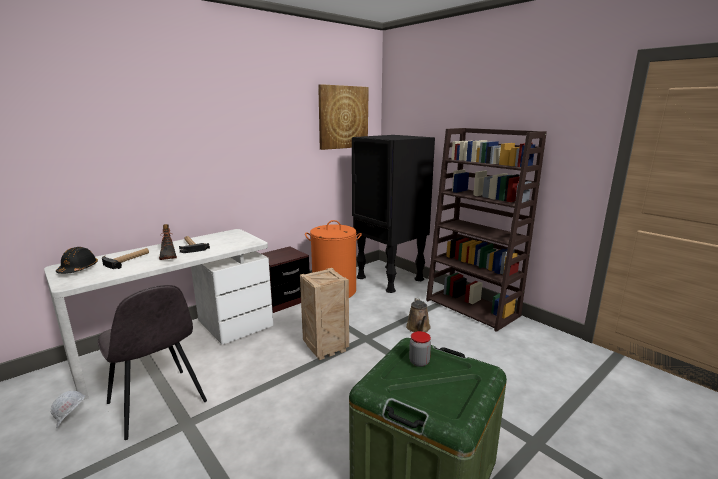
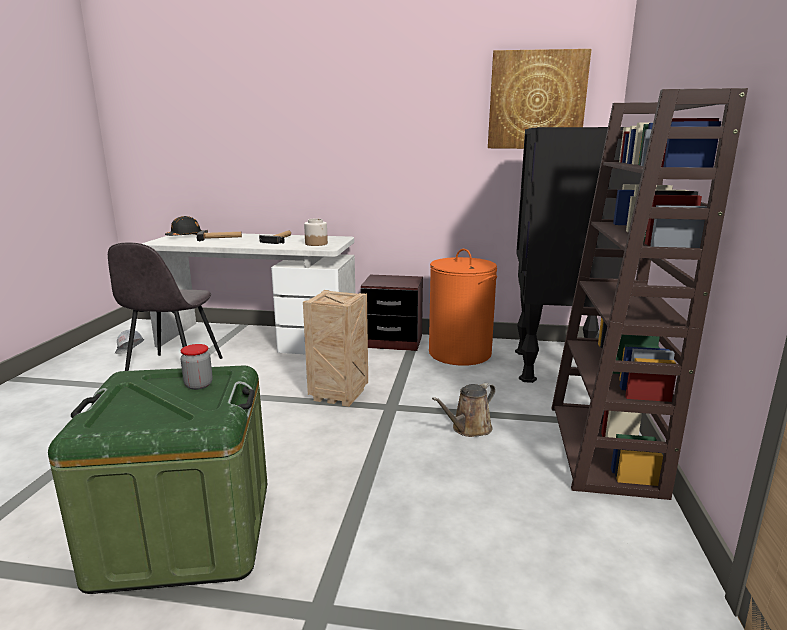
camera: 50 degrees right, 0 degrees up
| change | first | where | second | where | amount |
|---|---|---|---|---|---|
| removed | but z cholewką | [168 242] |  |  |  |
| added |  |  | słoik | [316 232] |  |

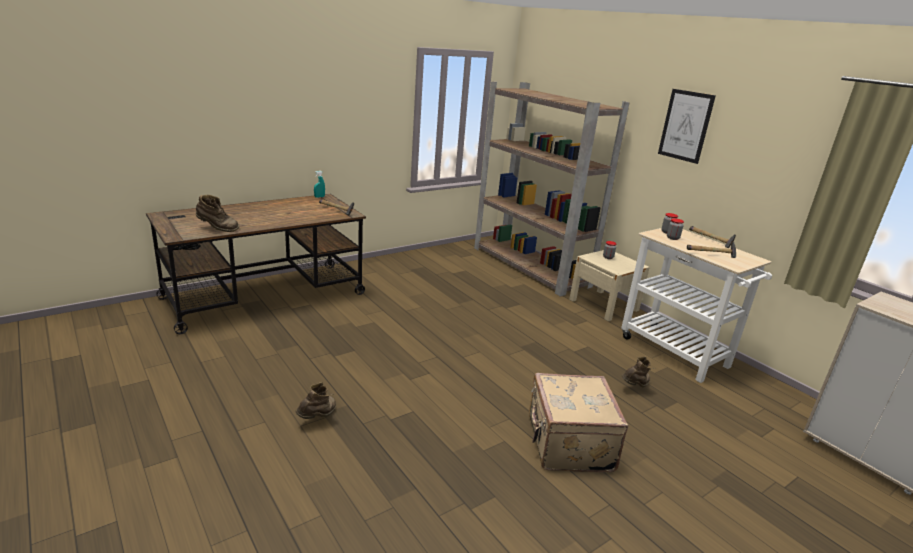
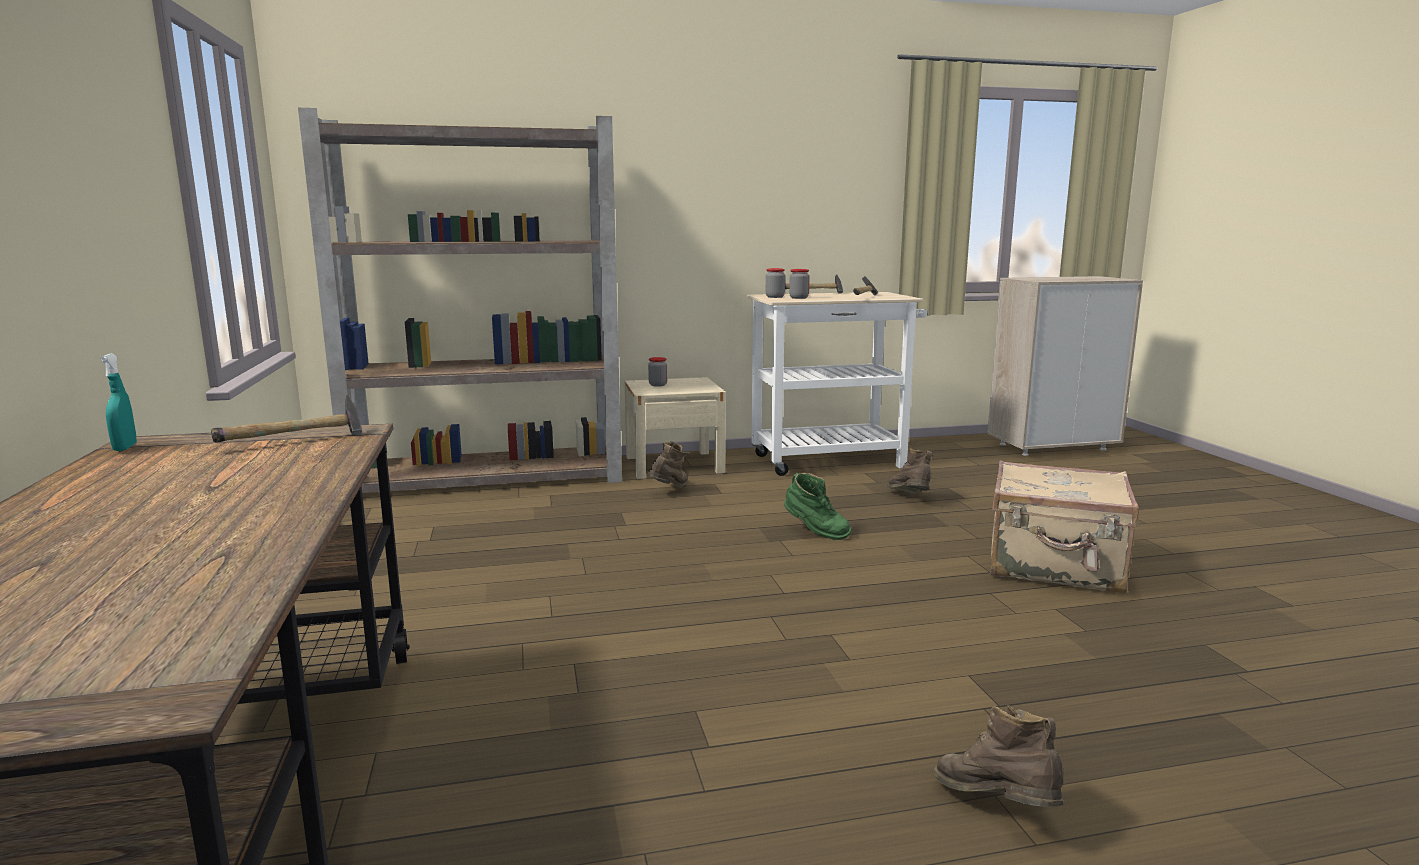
camera: 65 degrees left, 10 degrees down
| change | first | where | second | where | amount |
|---|---|---|---|---|---|
| moved | but z cholewką (brązowy) | [217 213] |  | [668 464] |  |
| removed | obraz | [687 126] |  |  |  |
| added |  |  | but z cholewką (zielony) | [817 506] |  |

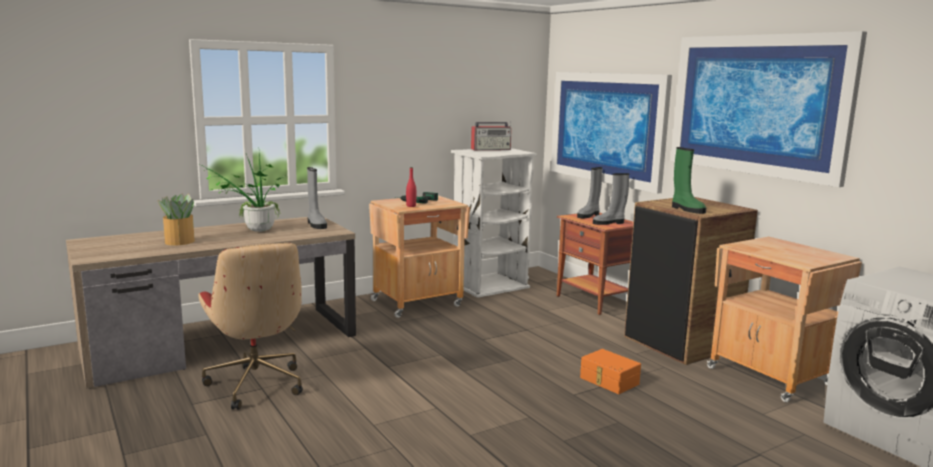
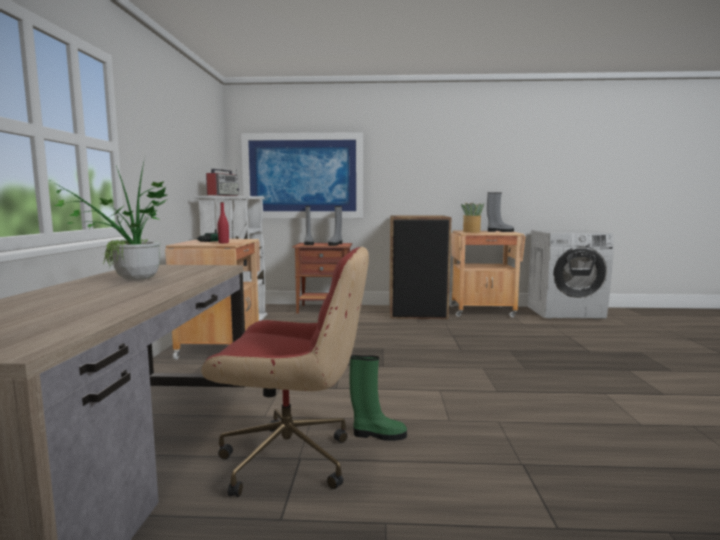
camera: 55 degrees left, 5 degrees down
| change | first | where | second | where | amount |
|---|---|---|---|---|---|
| moved | roślina doniczkowa | [176 219] |  | [472 218] |  |
| moved | but z cholewką (szary) | [317 198] |  | [500 212] |  |
| removed | pojemnik do przechowywania (pomarańczowy) | [610 371] |  |  |  |
| removed | obraz | [769 109] |  |  |  |
| moved | but z cholewką (zielony) | [689 180] |  | [378 398] |  |

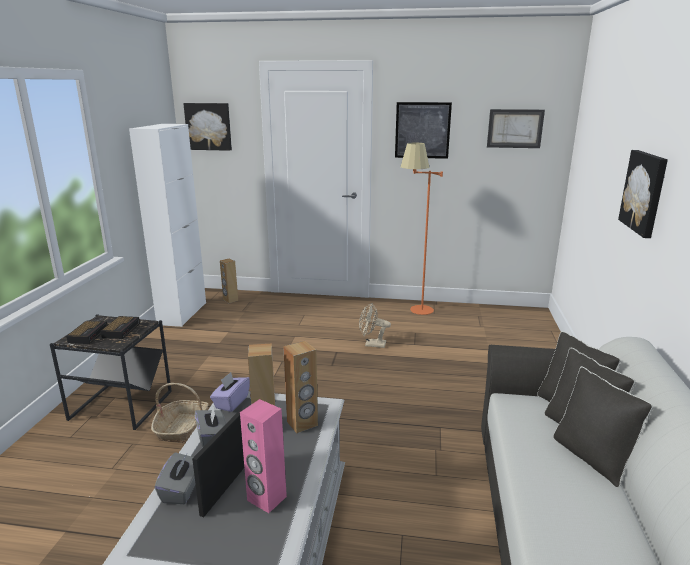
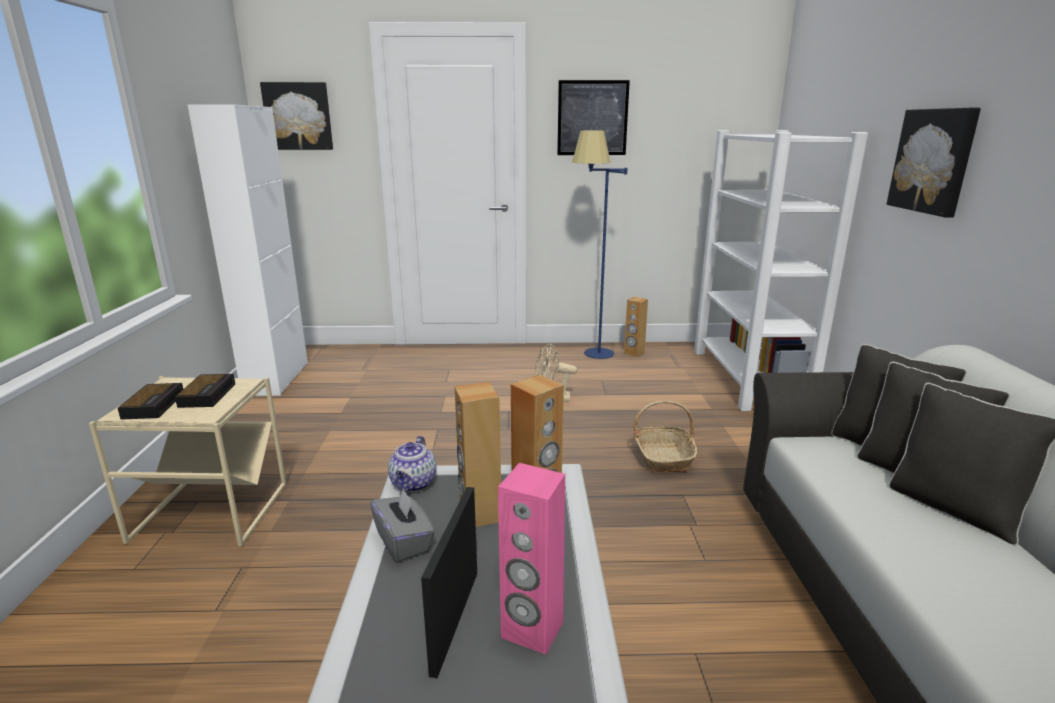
camera: 10 degrees left, 0 degrees up
| change | first | where | second | where | amount |
|---|---|---|---|---|---|
| recoloured | stolik (czarny) | [111 372] | stolik (beżowy) | [187 461] |  |
| moved | koszyk | [180 413] |  | [665 437] |  |
| removed | pudełko chusteczek (szary) | [175 478] |  |  |  |
| replaced | pudełko chusteczek (fioletowy) | [230 392] | imbryk | [412 464] |  |
| moved | głośnik (brązowy) | [229 280] |  | [636 327] |  |
| recoloured | lampa stojąca (pomarańczowy) | [421 229] | lampa stojąca (niebieski) | [599 244] |  |
| removed | obraz | [516 128] |  |  |  |
| added |  |  | regał (biały) | [781 270] |  |

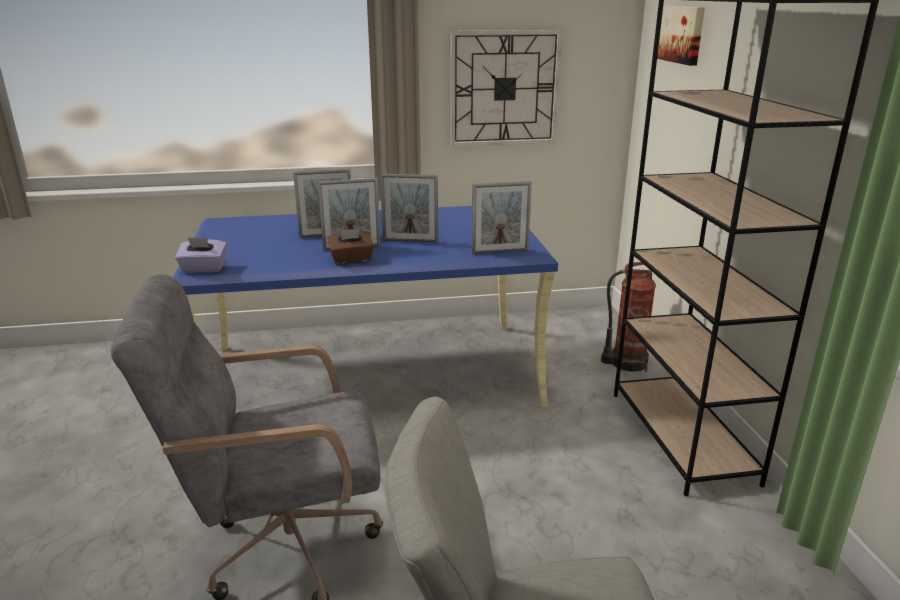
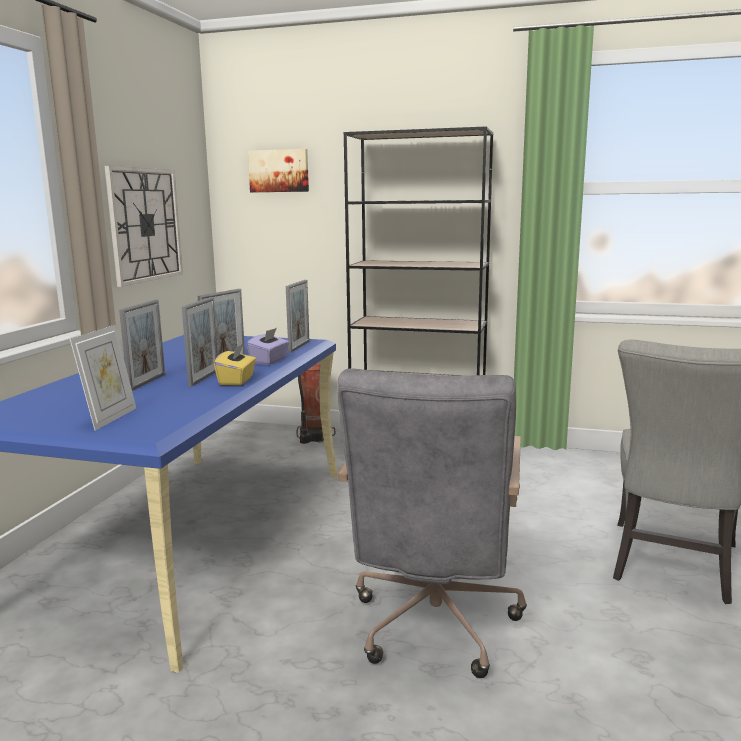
camera: 65 degrees left, 10 degrees down
| change | first | where | second | where | amount |
|---|---|---|---|---|---|
| moved | pudełko chusteczek (fioletowy) | [201 255] |  | [267 346] |  |
| recoloured | pudełko chusteczek (brązowy) | [350 246] | pudełko chusteczek (żółty) | [235 365] |  |
| added |  |  | ramka na zdjęcie | [103 378] |  |

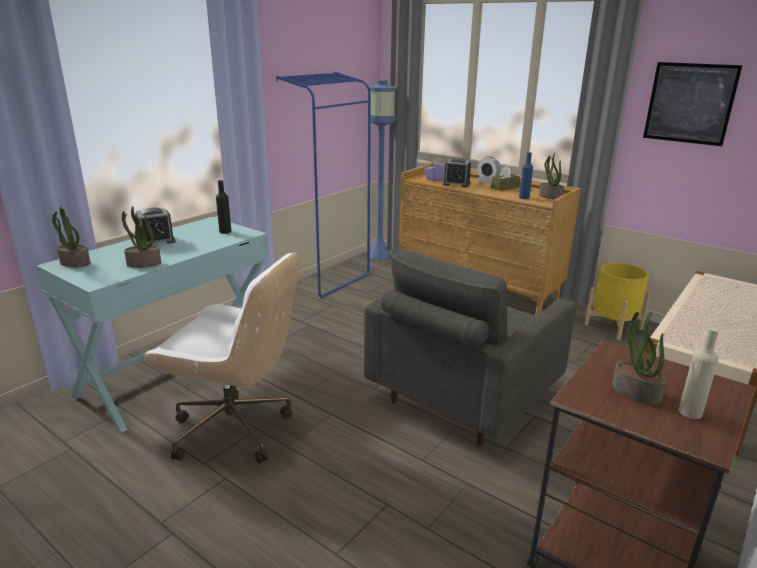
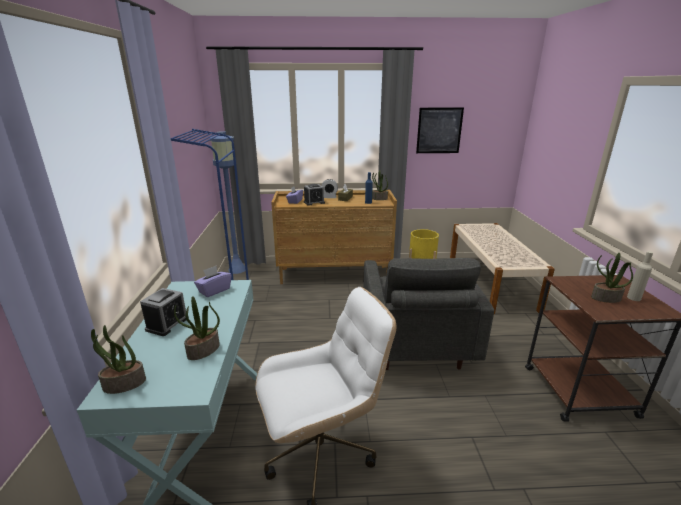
camera: 40 degrees left, 0 degrees up
| change | first | where | second | where | amount |
|---|---|---|---|---|---|
| replaced | butelka (czarny) | [224 207] | pudełko chusteczek (fioletowy) | [213 281] |  |

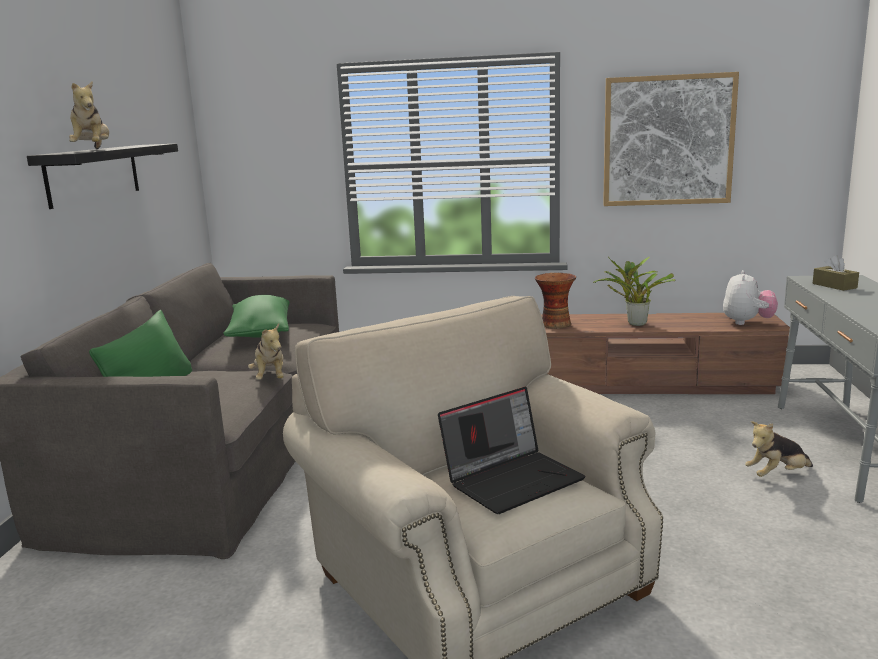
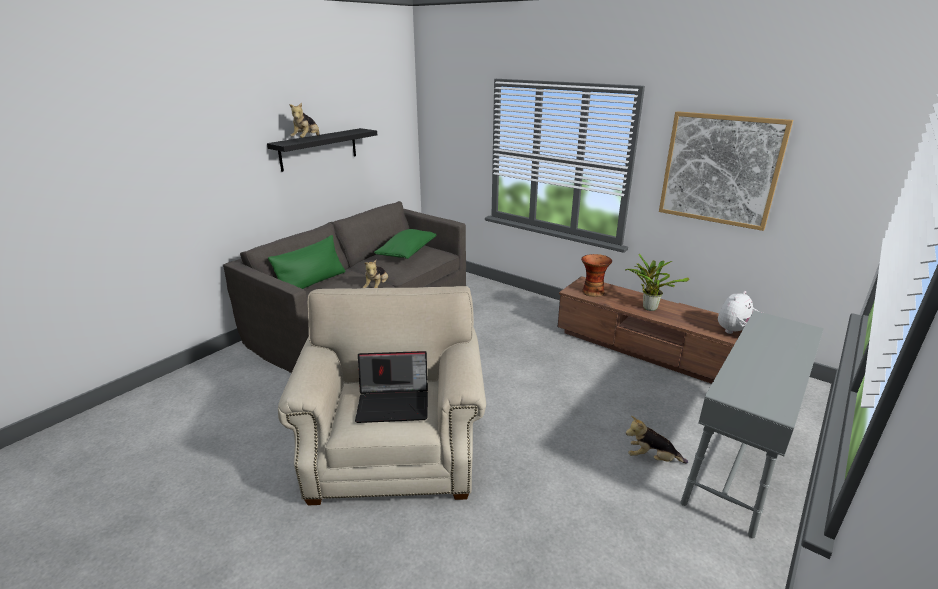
camera: 30 degrees right, 10 degrees up
| change | first | where | second | where | amount |
|---|---|---|---|---|---|
| removed | pudełko chusteczek (brązowy) | [836 273] |  |  |  |

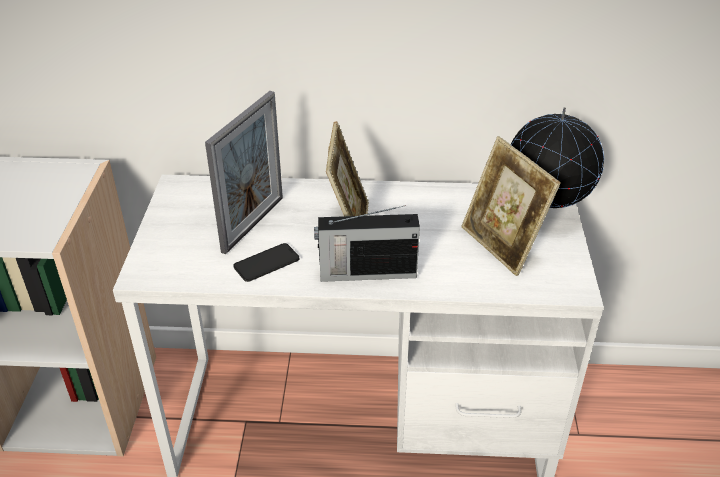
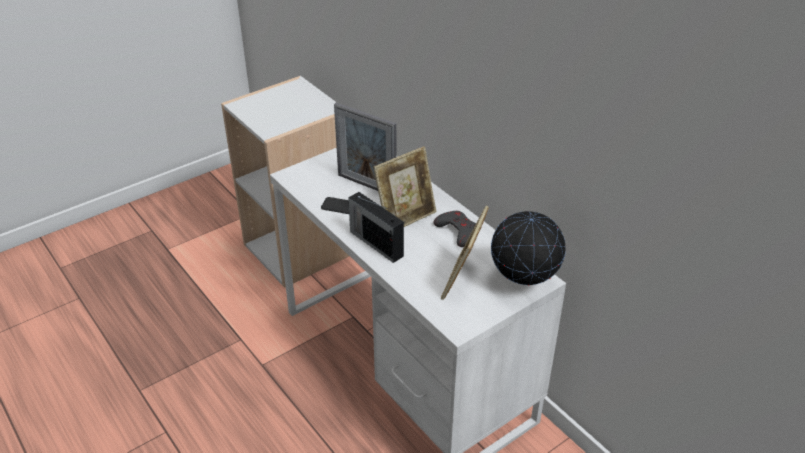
camera: 50 degrees right, 0 degrees up
| change | first | where | second | where | amount |
|---|---|---|---|---|---|
| turned | ramka na zdjęcie | [244 172] |  | [365 147] | 45 degrees clockwise |
| added |  |  | pad do gier (szary) | [454 229] |  |

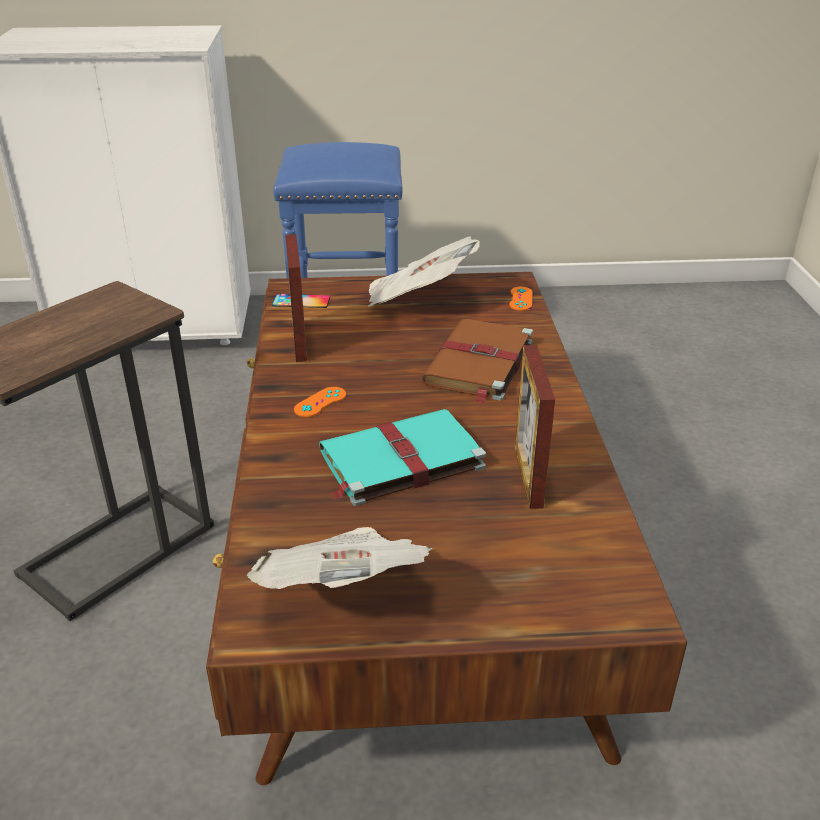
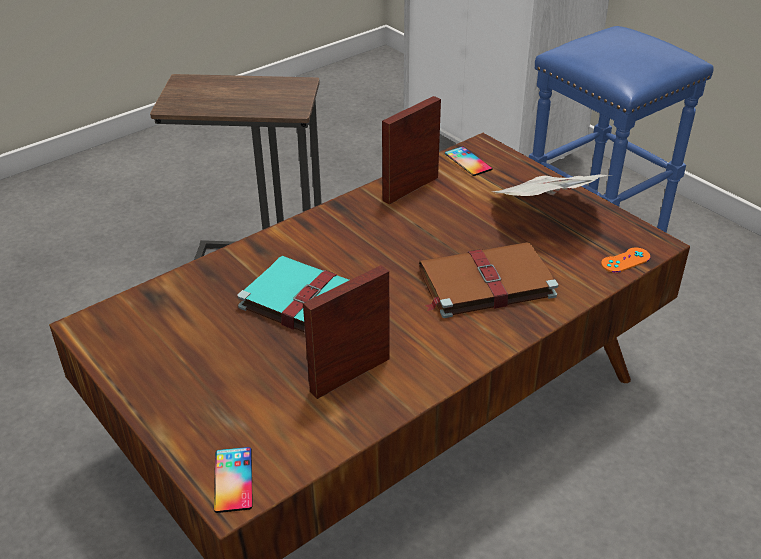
camera: 55 degrees right, 5 degrees up
| change | first | where | second | where | amount |
|---|---|---|---|---|---|
| removed | gazeta | [340 558] |  |  |  |
| removed | pad do gier (pomarańczowy) | [320 402] |  |  |  |
| added |  |  | telefon | [233 480] |  |

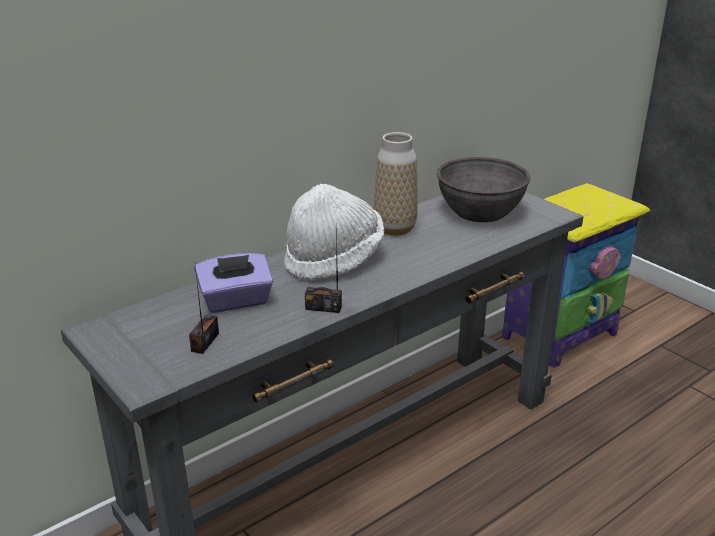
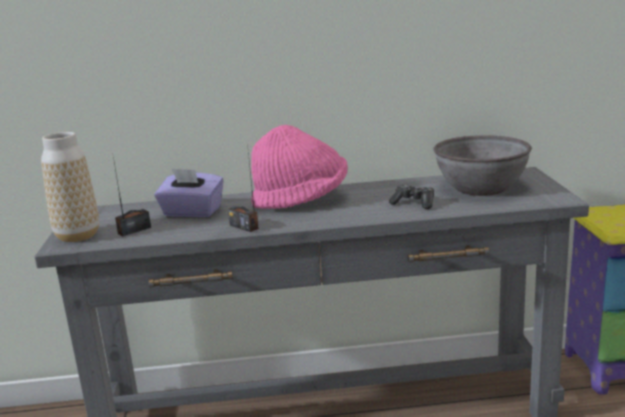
camera: 35 degrees right, 10 degrees down
| change | first | where | second | where | amount |
|---|---|---|---|---|---|
| recoloured | kapelusz (biały) | [334 232] | kapelusz (różowy) | [299 167] |  |
| moved | wazon | [396 184] |  | [70 187] |  |
| added |  |  | pad do gier | [411 196] |  |

